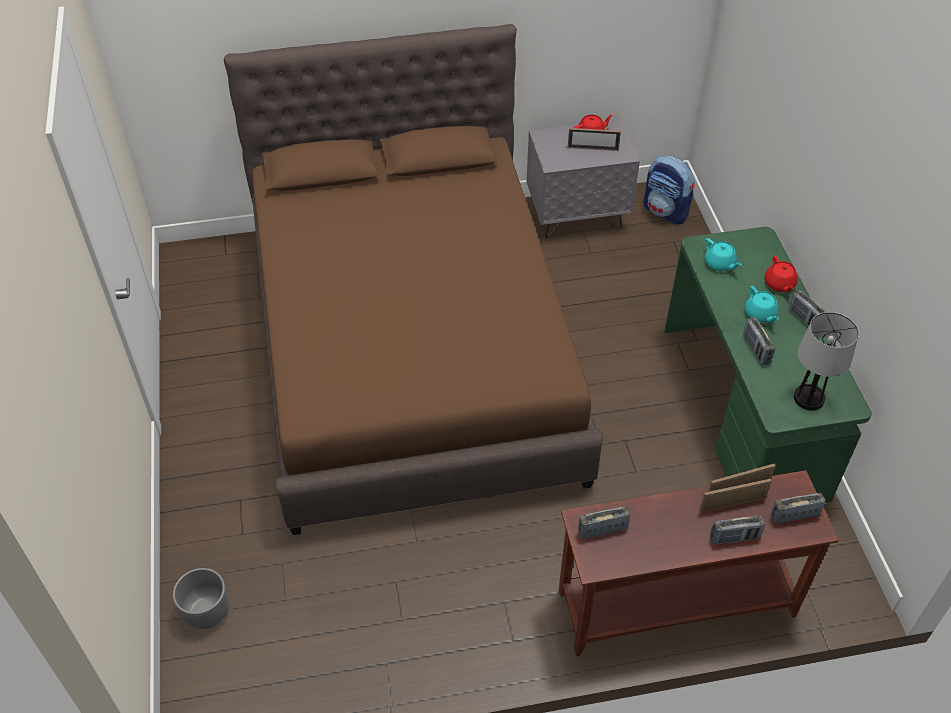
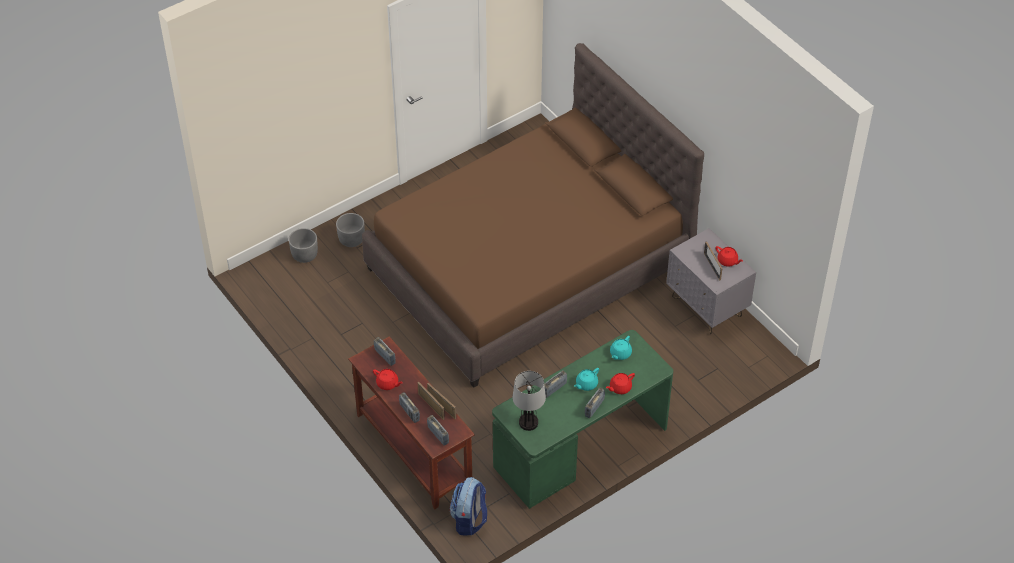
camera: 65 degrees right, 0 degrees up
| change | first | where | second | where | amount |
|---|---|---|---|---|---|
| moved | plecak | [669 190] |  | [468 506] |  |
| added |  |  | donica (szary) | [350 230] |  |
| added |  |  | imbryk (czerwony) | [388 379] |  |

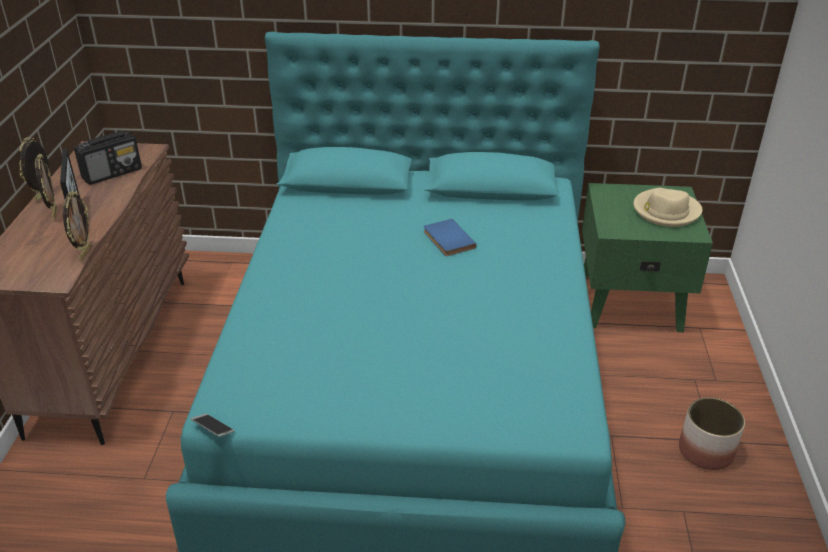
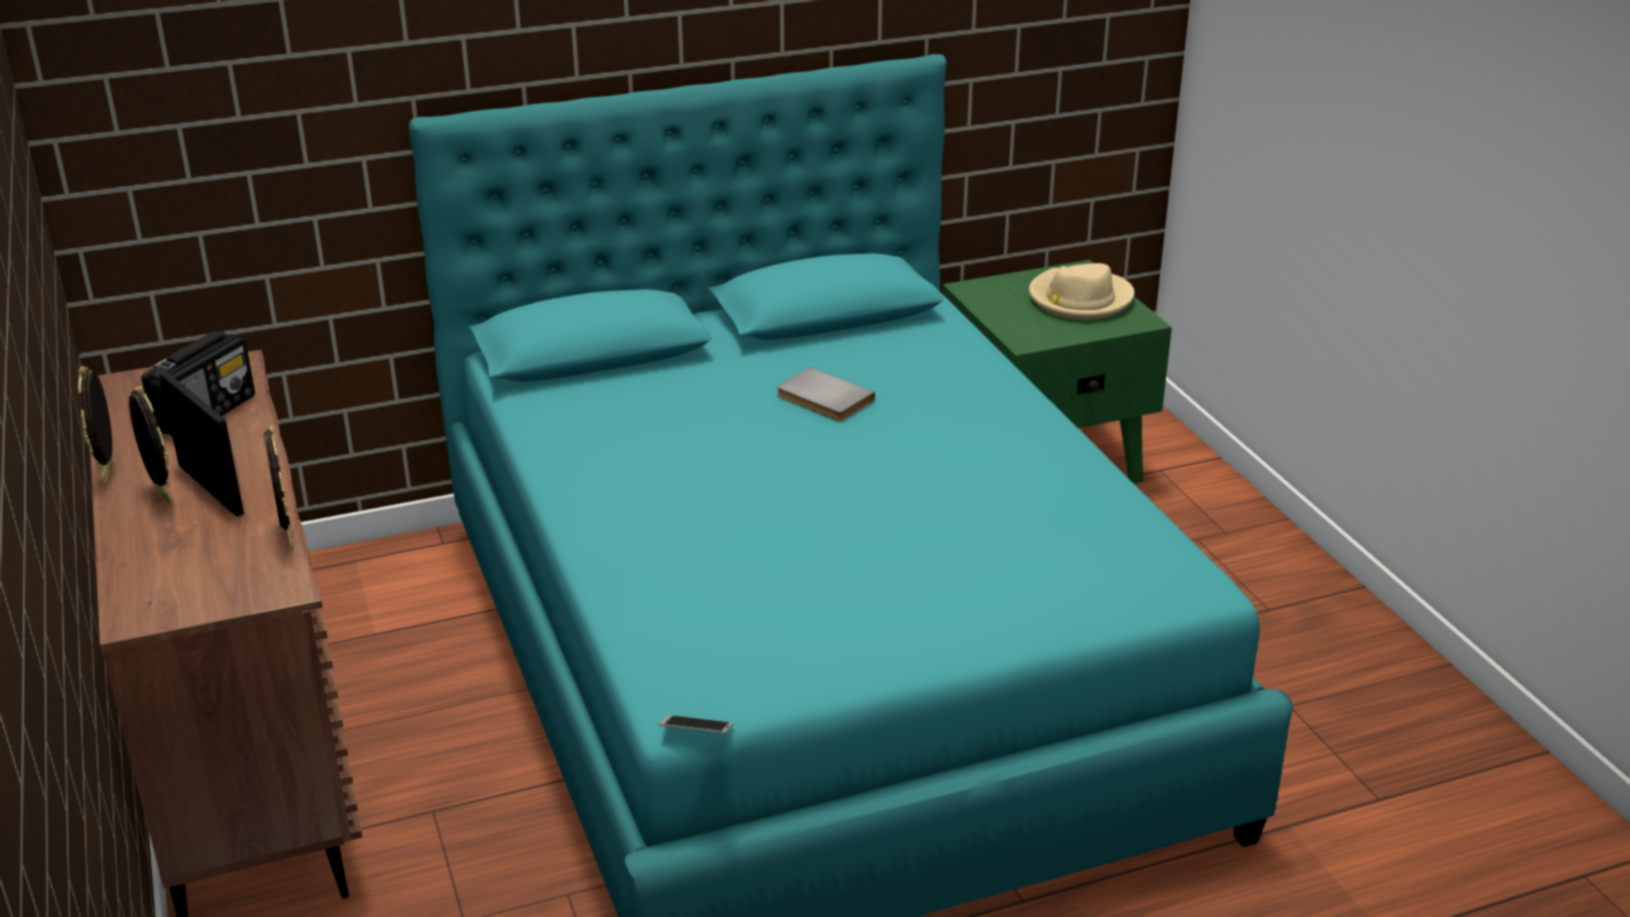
camera: 25 degrees left, 5 degrees down
| change | first | where | second | where | amount |
|---|---|---|---|---|---|
| recoloured | książka (niebieski) | [450 237] | książka (szary) | [826 394] |  |
| removed | donica | [712 433] |  |  |  |

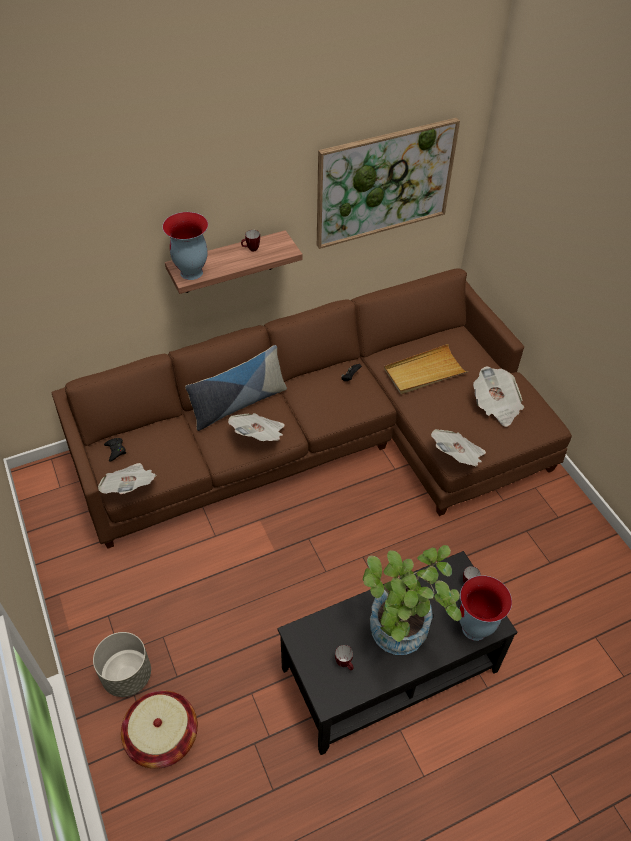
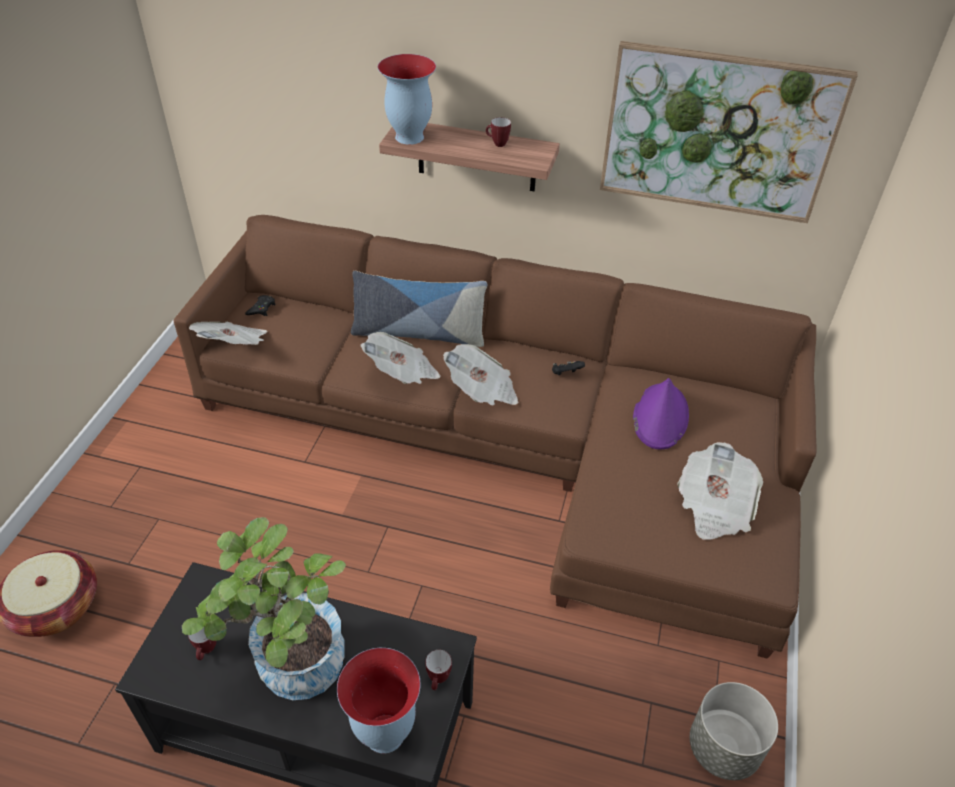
camera: 40 degrees right, 5 degrees down
| change | first | where | second | where | amount |
|---|---|---|---|---|---|
| moved | donica (szary) | [122 664] |  | [734 731] |  |
| replaced | taca (beżowy) | [426 369] | kapelusz (fioletowy) | [661 414] |  |
| moved | gazeta | [458 447] |  | [481 375] |  |

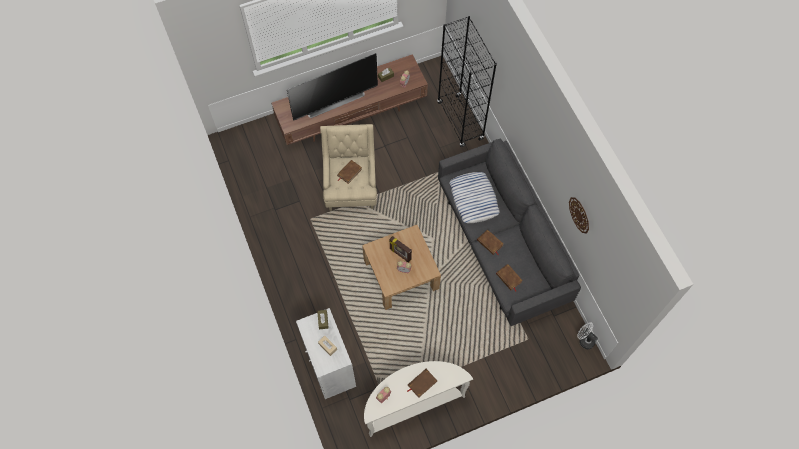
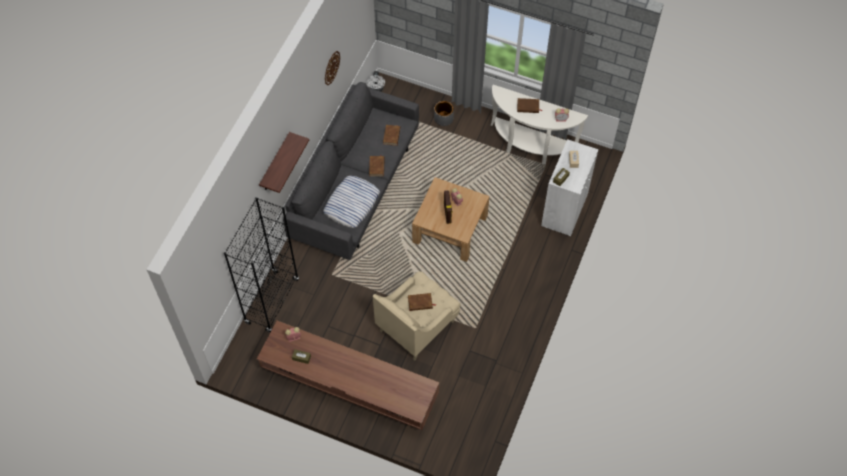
camera: 135 degrees left, 5 degrees down
| change | first | where | second | where | amount |
|---|---|---|---|---|---|
| removed | telewizor | [332 87] |  |  |  |
| added |  |  | półka | [284 162] |  |
| added |  |  | donica (szary) | [444 113] |  |

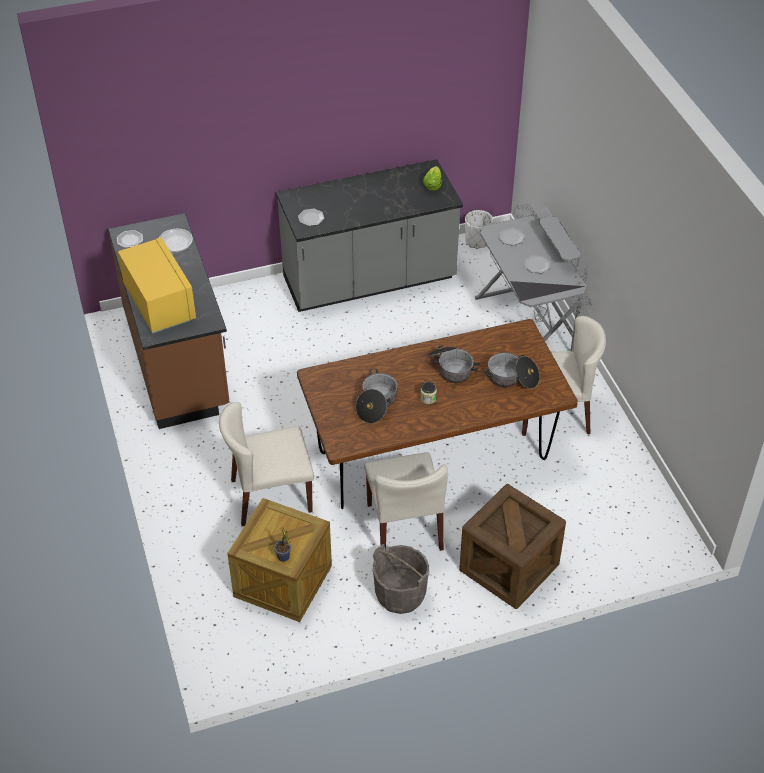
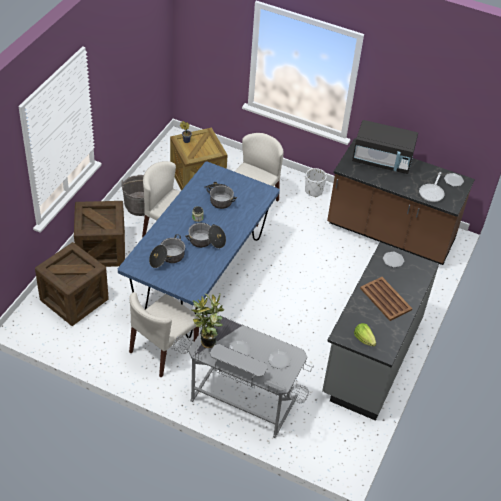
camera: 130 degrees right, 0 degrees up
| change | first | where | second | where | amount |
|---|---|---|---|---|---|
| recoloured | mikrofalówka (żółty) | [157 285] | mikrofalówka (czarny) | [385 147] |  |
| recoloured | stół jadalny (brązowy) | [437 414] | stół jadalny (niebieski) | [199 250] |  |
| moved | donica (biały) | [479 229] |  | [316 182] |  |
| added |  |  | skrzynka | [72 284] |  |
| added |  |  | roślina doniczkowa | [208 321] |  |
| added |  |  | taca (brązowy) | [386 299] |  |

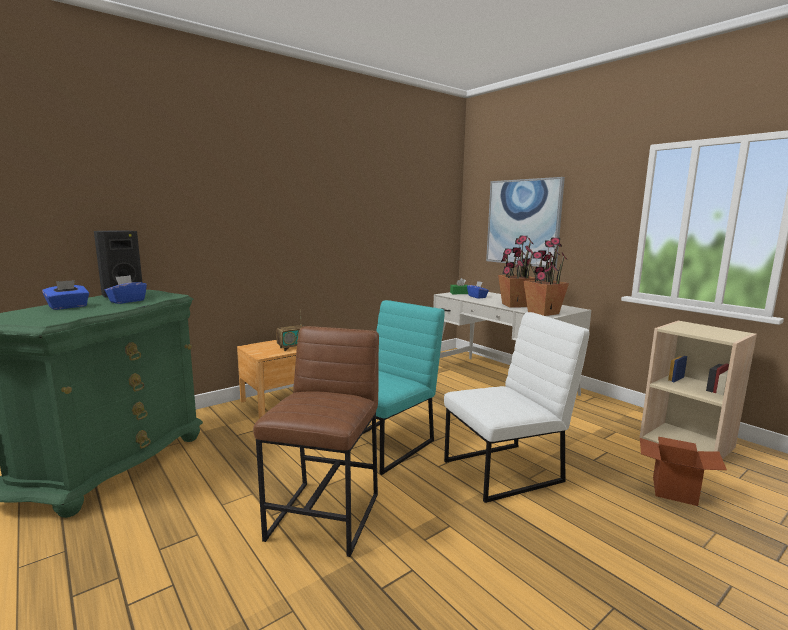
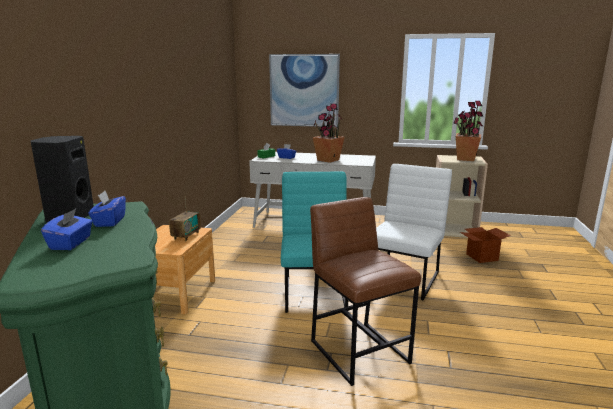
camera: 40 degrees left, 5 degrees up
| change | first | where | second | where | amount |
|---|---|---|---|---|---|
| moved | roślina doniczkowa | [546 277] |  | [468 131] |  |

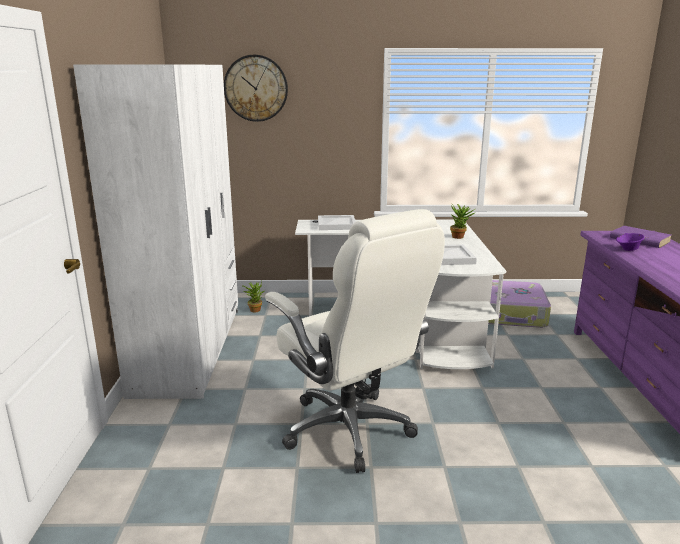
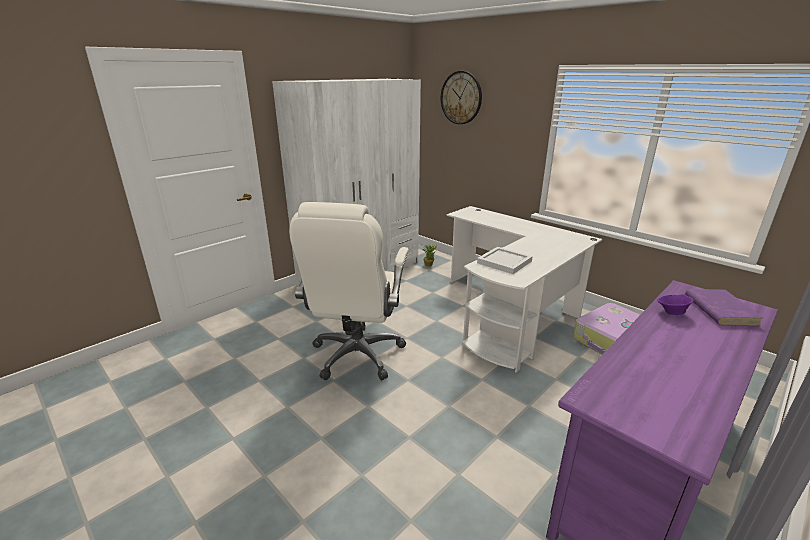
camera: 45 degrees right, 5 degrees up
| change | first | where | second | where | amount |
|---|---|---|---|---|---|
| removed | taca (biały) | [337 222] |  |  |  |
| removed | roślina doniczkowa | [463 221] |  |  |  |

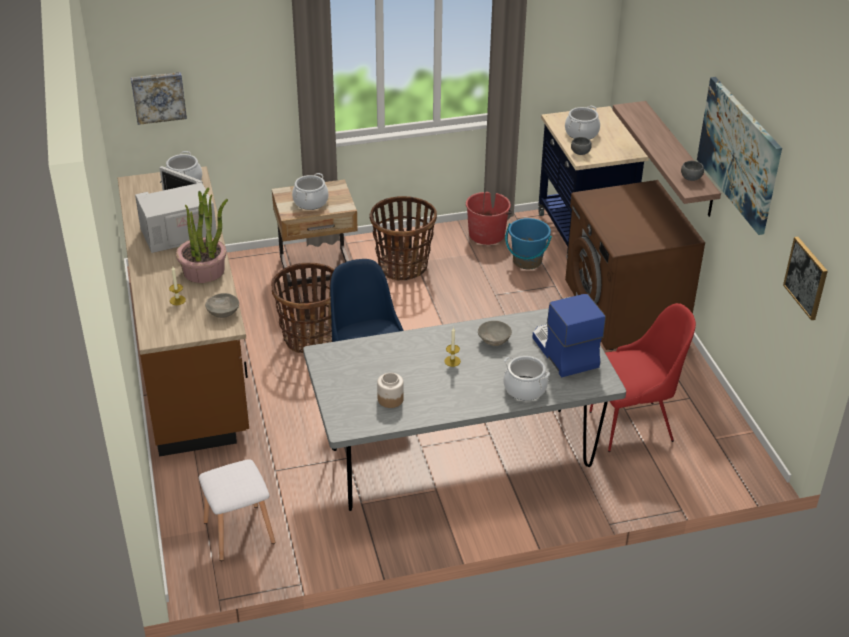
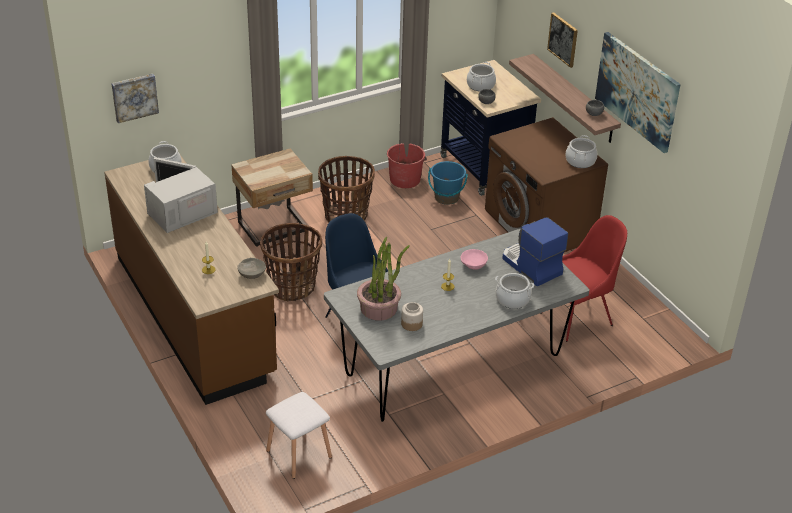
camera: 15 degrees left, 0 degrees up
| change | first | where | second | where | amount |
|---|---|---|---|---|---|
| moved | roślina doniczkowa | [202 235] |  | [383 279] |  |
| moved | garnek | [310 191] |  | [581 151] |  |
| recoloured | miska (szary) | [495 333] | miska (różowy) | [474 259] |  |
| moved | obraz | [805 278] |  | [562 40] |  |

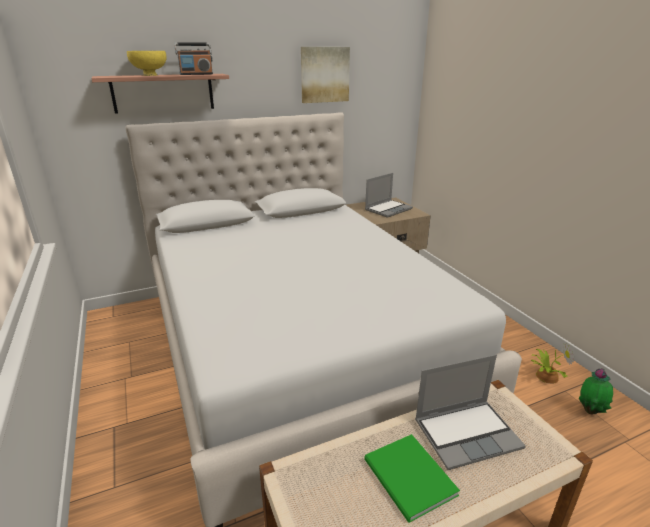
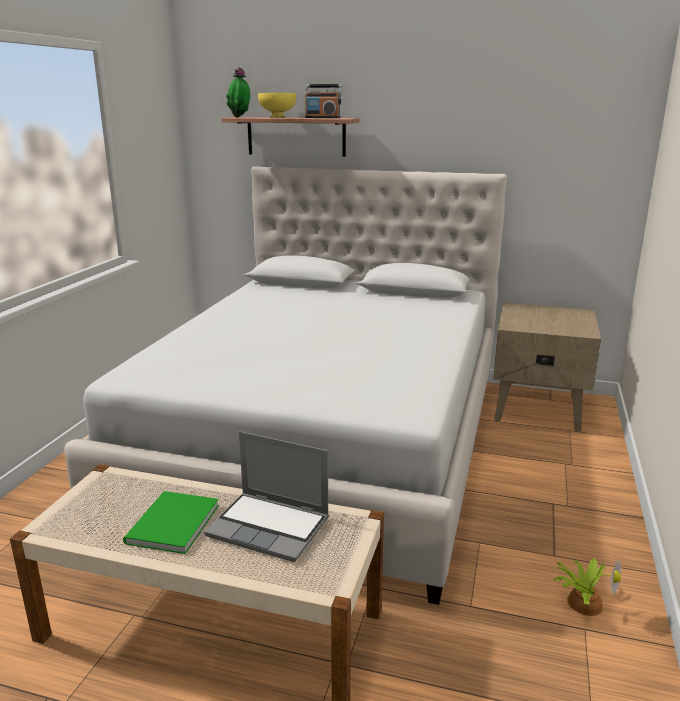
camera: 40 degrees right, 5 degrees down
| change | first | where | second | where | amount |
|---|---|---|---|---|---|
| removed | obraz | [325 75] |  |  |  |
| removed | laptop | [389 195] |  |  |  |
| moved | roślina doniczkowa | [596 391] |  | [238 92] |  |

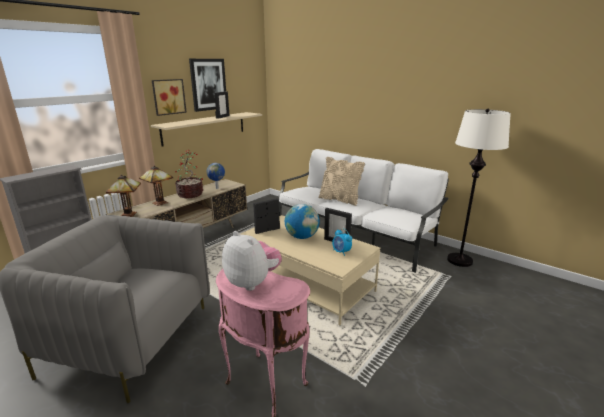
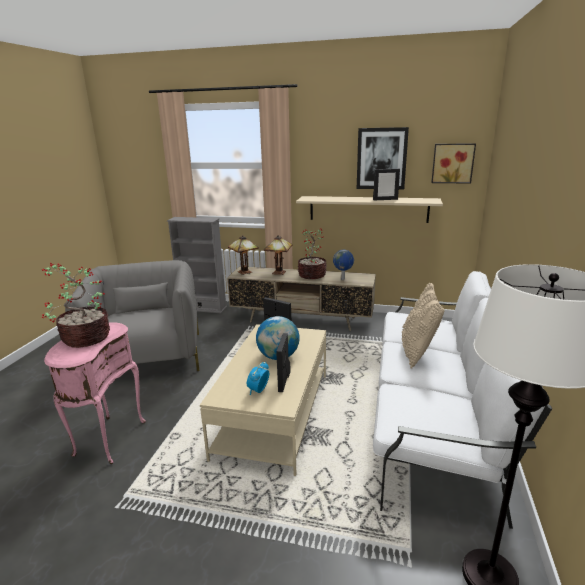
camera: 65 degrees right, 0 degrees up
| change | first | where | second | where | amount |
|---|---|---|---|---|---|
| moved | obraz | [169 97] |  | [453 163] |  |
| replaced | pluszak | [252 261] | roślina doniczkowa | [76 305] |  |

